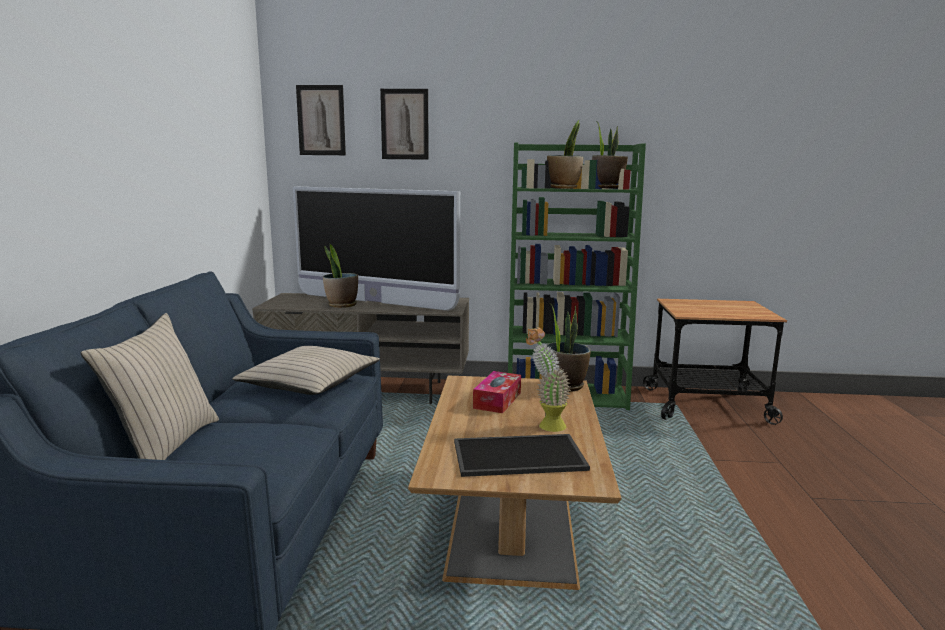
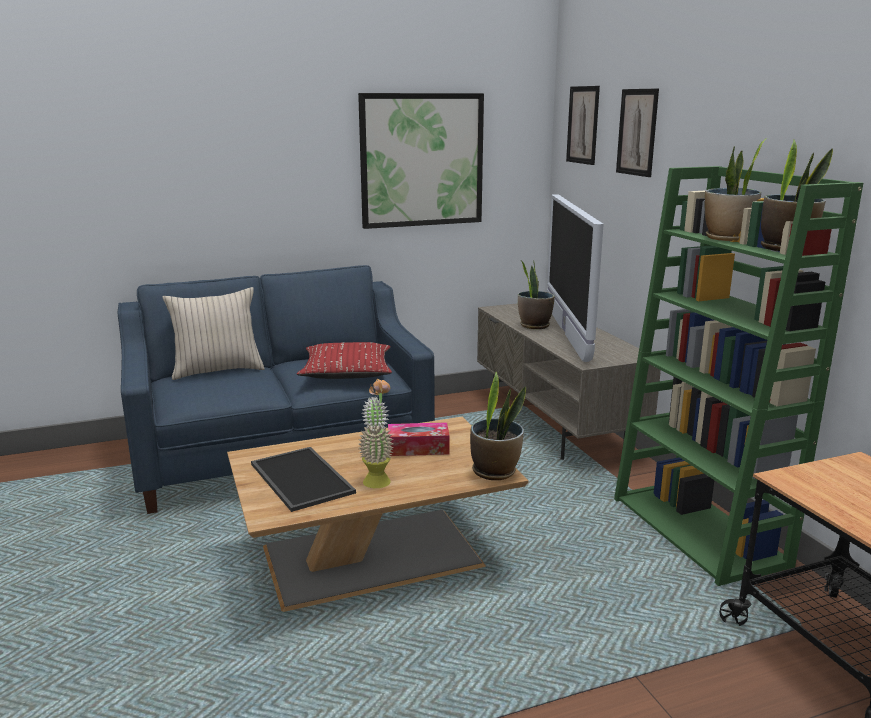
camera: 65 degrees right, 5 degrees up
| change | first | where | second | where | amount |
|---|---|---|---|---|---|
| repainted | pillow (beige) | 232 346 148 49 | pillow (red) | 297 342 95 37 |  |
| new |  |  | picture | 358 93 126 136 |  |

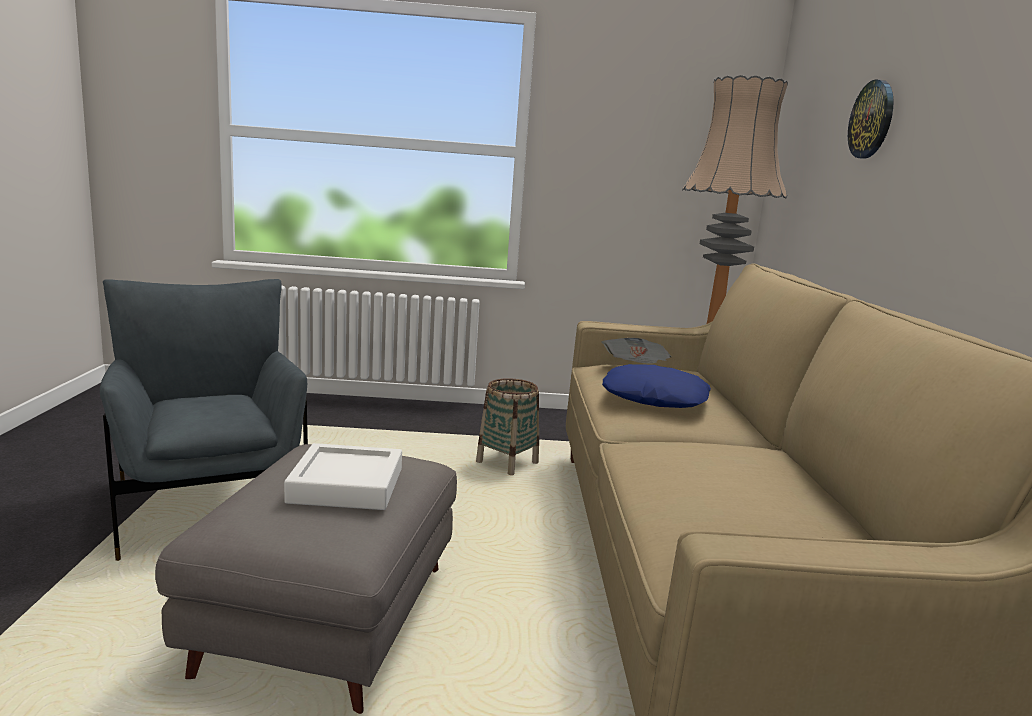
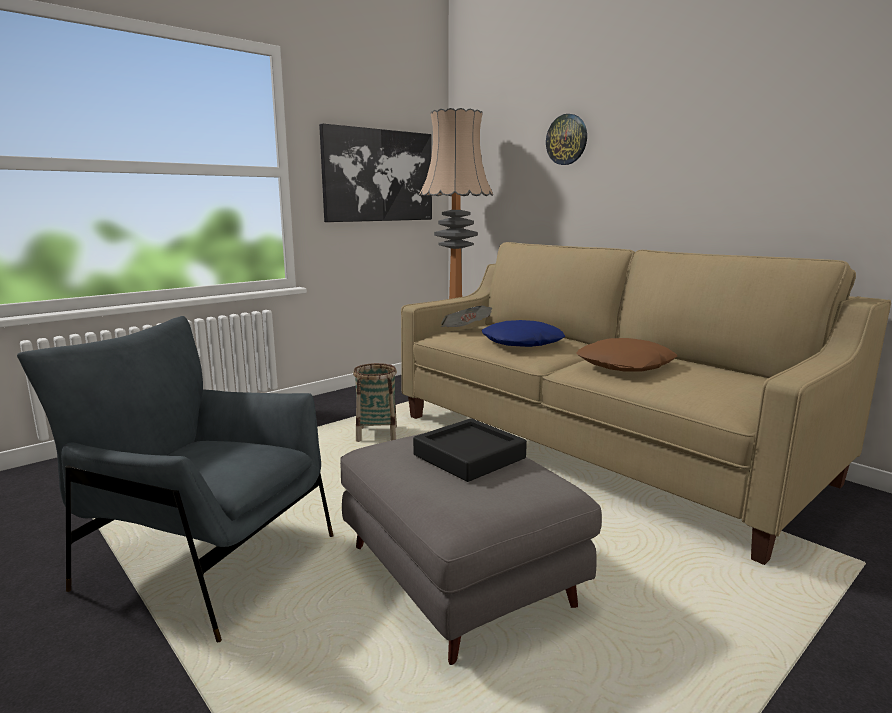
camera: 40 degrees left, 0 degrees up
| change | first | where | second | where | amount |
|---|---|---|---|---|---|
| repainted | tray (white) | 284 443 118 67 | tray (black) | 413 418 114 64 |  |
| new |  |  | picture | 319 123 113 99 |  |
| new |  |  | pillow (brown) | 577 338 100 34 |  |

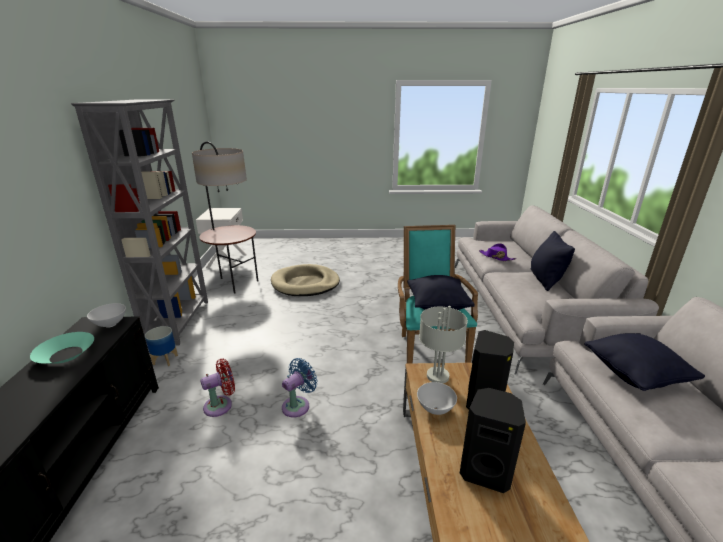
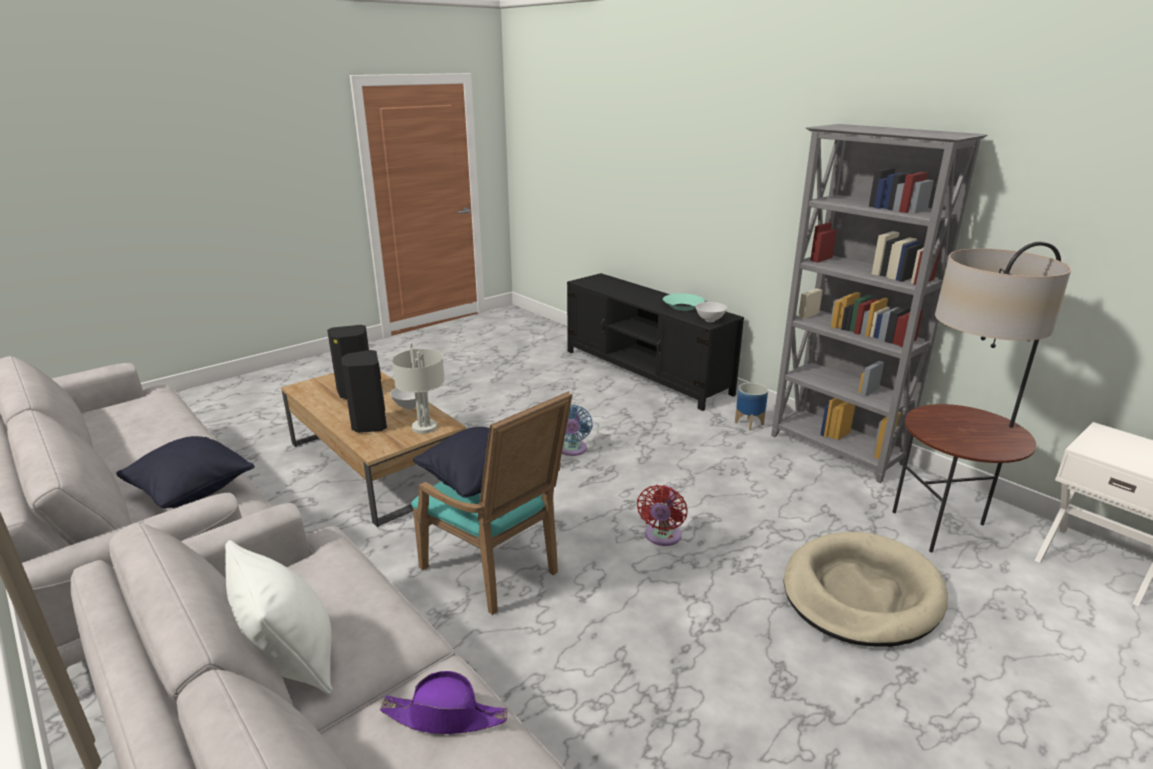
camera: 140 degrees right, 0 degrees up
| change | first | where | second | where | amount |
|---|---|---|---|---|---|
| repainted | pillow (black) | 531 231 44 60 | pillow (white) | 225 540 108 155 |  |
| shifted | fan (red) | 200 359 35 58 |  | 637 485 50 61 |  |

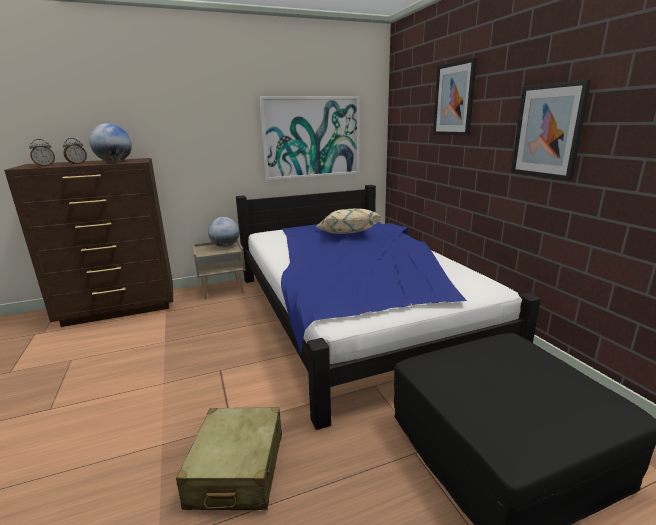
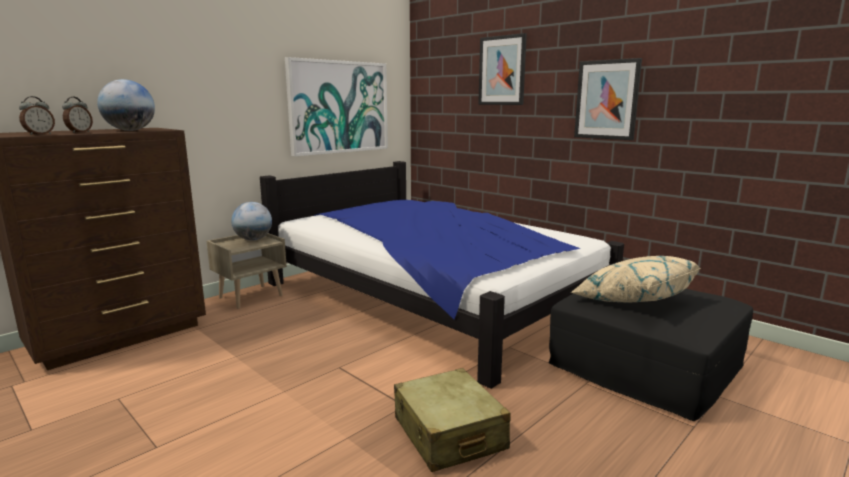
camera: 25 degrees left, 5 degrees down
| change | first | where | second | where | amount |
|---|---|---|---|---|---|
| shifted | pillow (beige) | 316 208 66 26 |  | 570 256 131 46 |  |

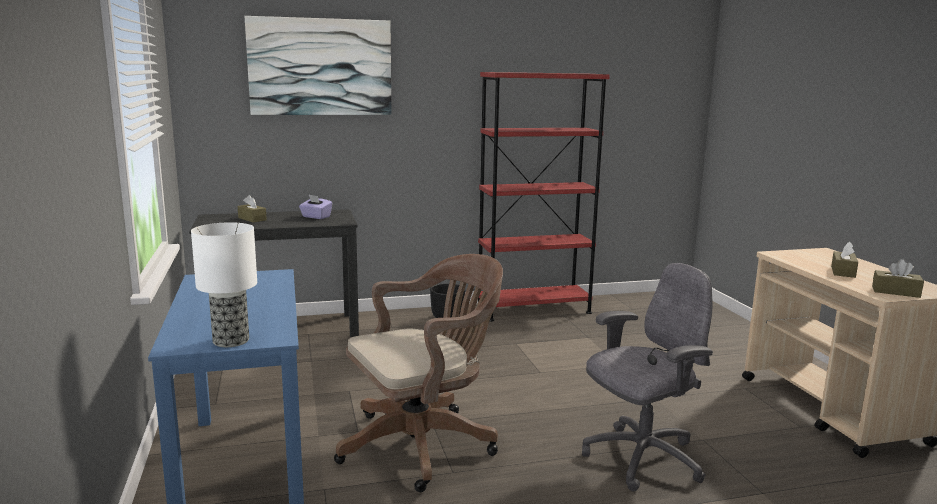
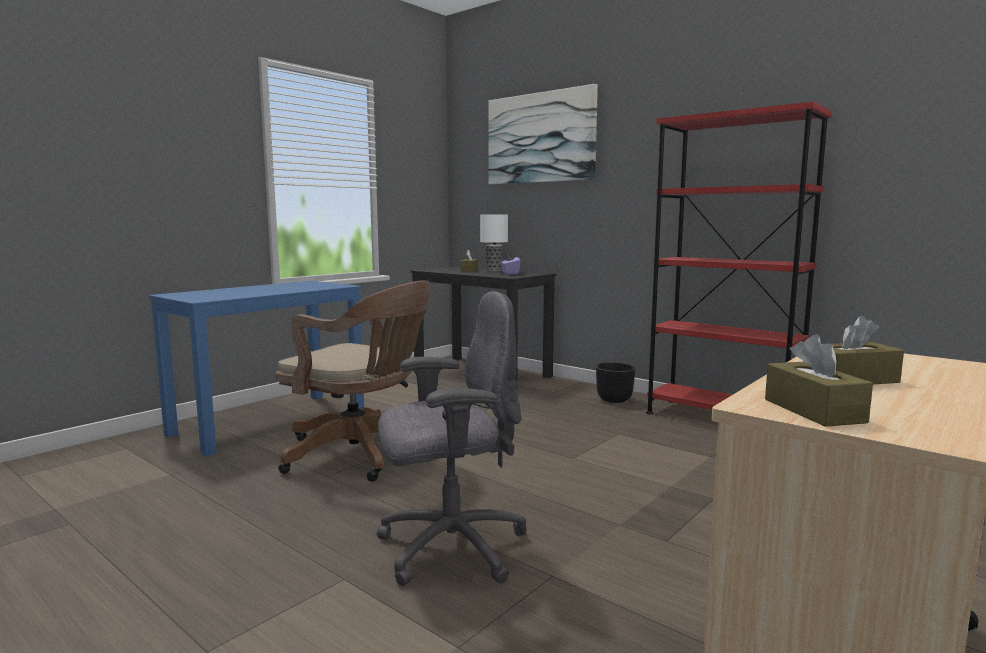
camera: 55 degrees right, 5 degrees down
| change | first | where | second | where | amount |
|---|---|---|---|---|---|
| shifted | table lamp | 191 222 66 125 |  | 480 215 28 56 |  |
| rotated | office chair (grey) | 582 263 131 228 |  | 376 291 150 295 | 45 degrees counterclockwise |

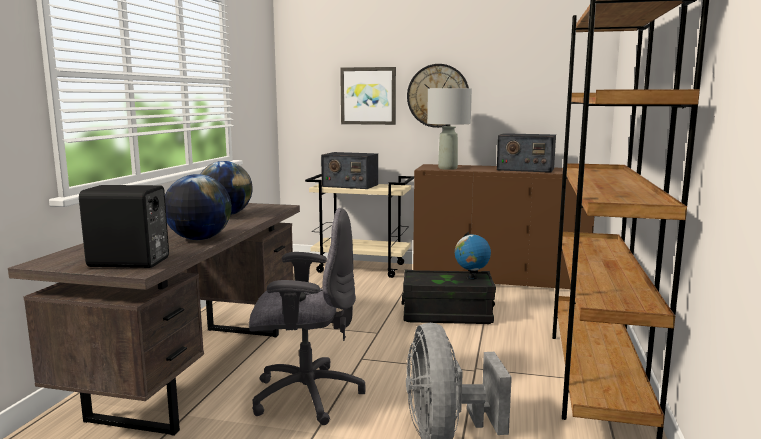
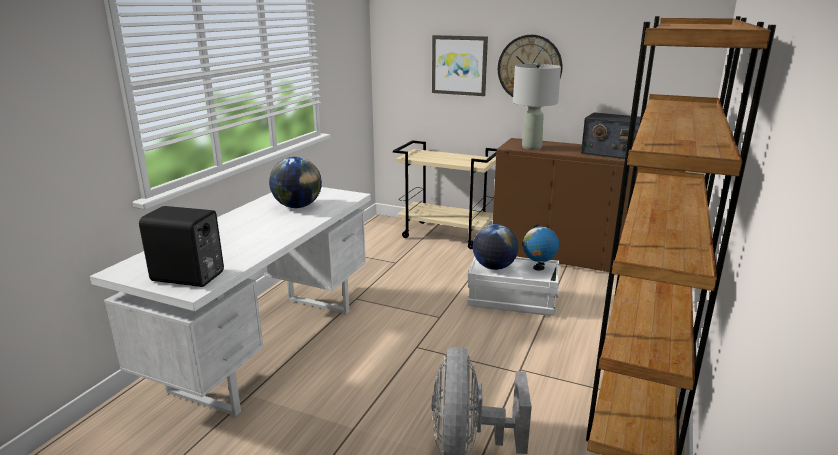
camera: 10 degrees right, 10 degrees up
| change | first | where | second | where | amount |
|---|---|---|---|---|---|
| gone | radio | 321 152 57 37 |  |  |  |
| shifted | globe | 165 174 67 66 |  | 473 224 46 46 |  |
| repainted | desk (brown) | 8 203 292 233 | desk (white) | 90 187 281 230 |  |
| gone | office chair (grey) | 249 208 117 217 |  |  |  |
| repainted | storage box (black) | 402 270 94 54 | storage box (white) | 467 256 92 60 |  |

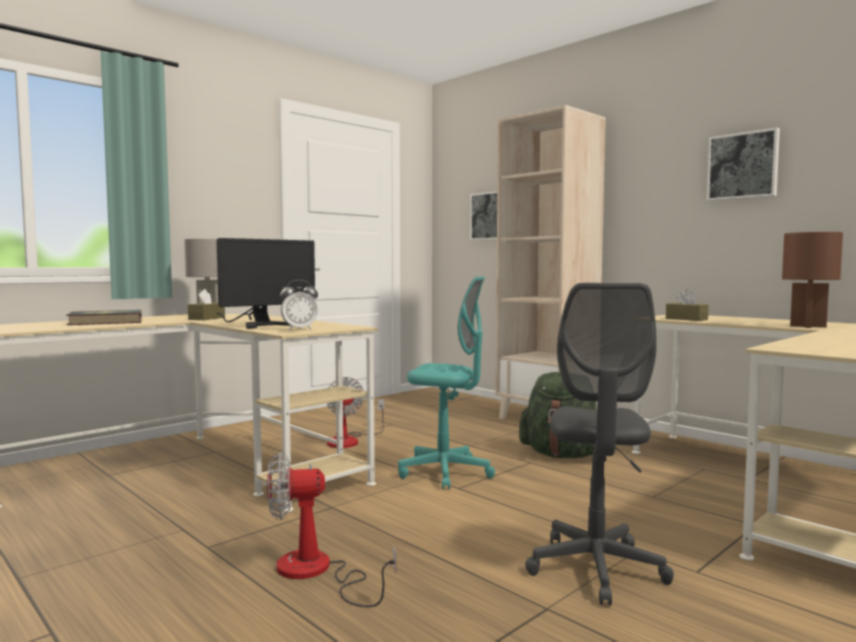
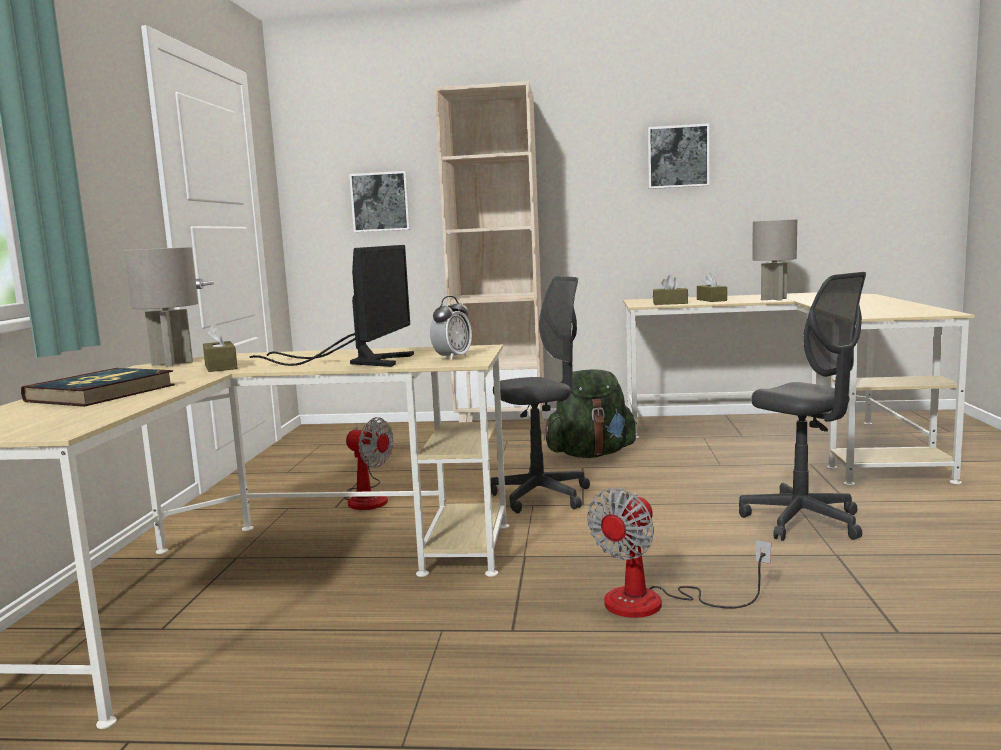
camera: 40 degrees left, 5 degrees up
| change | first | where | second | where | amount |
|---|---|---|---|---|---|
| repainted | table lamp (brown) | 782 232 61 96 | table lamp (grey) | 752 219 45 82 |  |
| repainted | office chair (turquoise) | 398 276 97 213 | office chair (grey) | 490 276 100 237 |  |
| new |  |  | tissue box (brown) | 697 272 30 30 |  |

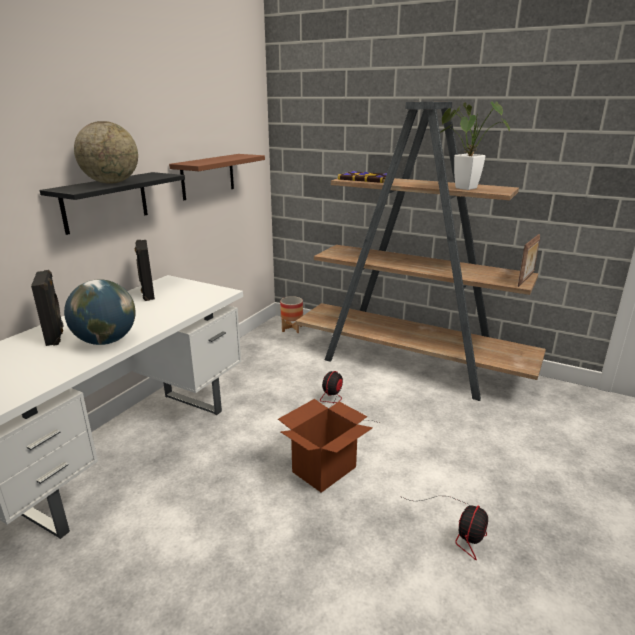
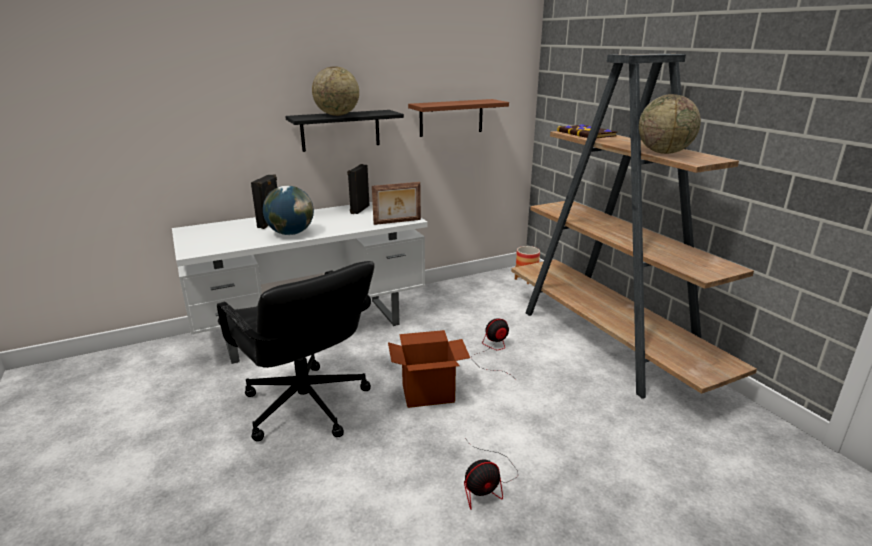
camera: 35 degrees right, 0 degrees up
| change | first | where | second | where | amount |
|---|---|---|---|---|---|
| swapped | potted plant | 440 101 70 89 | globe | 639 94 62 60 |  |
| shifted | picture frame | 517 234 23 53 |  | 372 182 49 43 |  |
| new |  |  | office chair (black) | 217 261 157 181 |  |

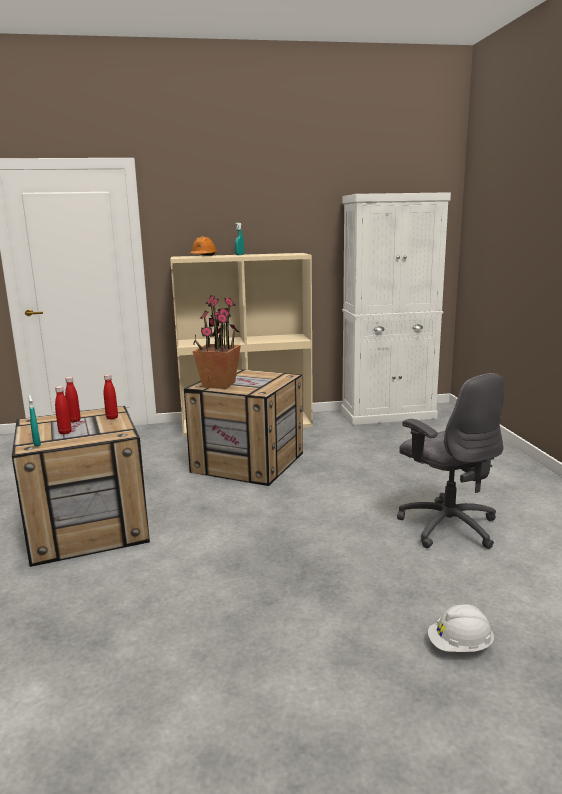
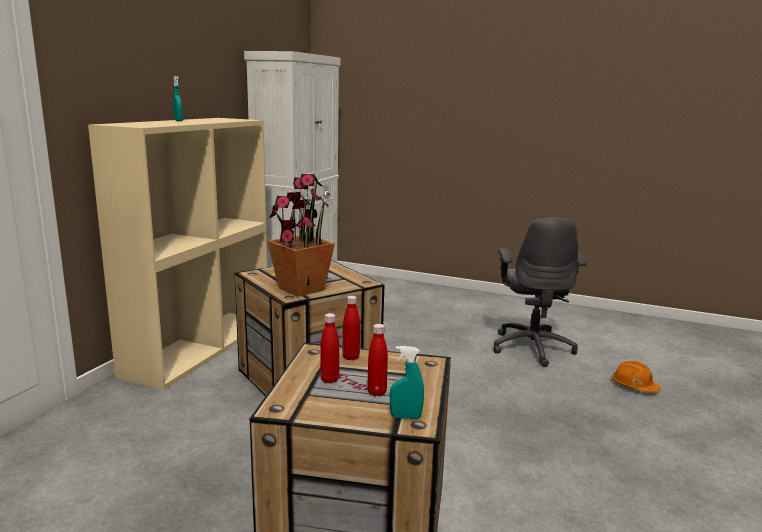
camera: 60 degrees left, 0 degrees up
| change | first | where | second | where | amount |
|---|---|---|---|---|---|
| shifted | hard hat (orange) | 190 236 27 20 |  | 612 361 48 32 |  |
| rotated | office chair (grey) | 397 373 107 176 |  | 493 218 94 149 | 90 degrees clockwise |
| gone | hard hat (white) | 428 604 66 48 |  |  |  |

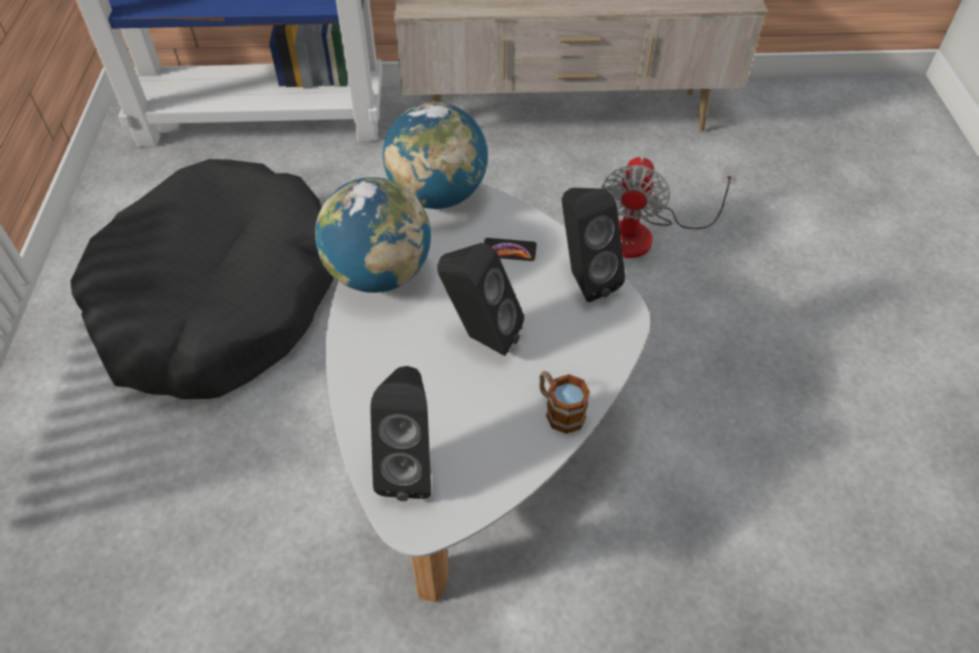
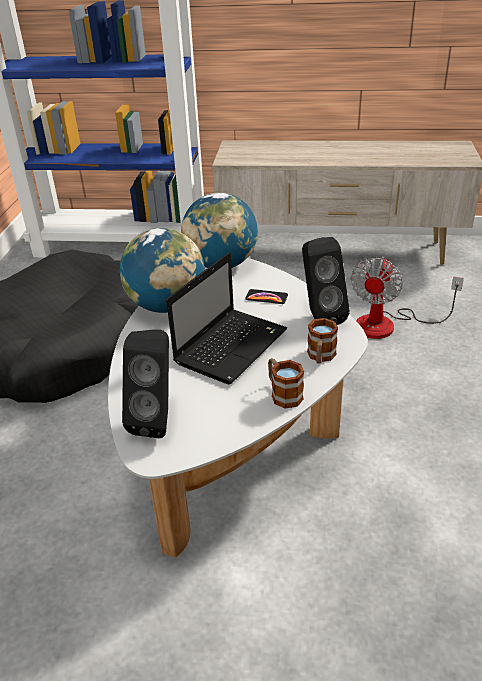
camera: 10 degrees right, 15 degrees down
| change | first | where | second | where | amount |
|---|---|---|---|---|---|
| swapped | speaker (black) | 437 243 87 113 | laptop | 166 253 121 131 |  |
| new |  |  | mug | 307 318 31 46 |  |

